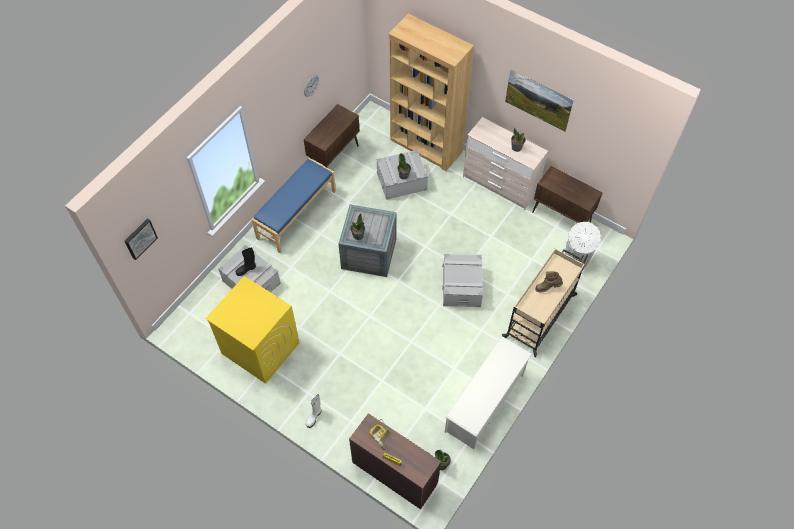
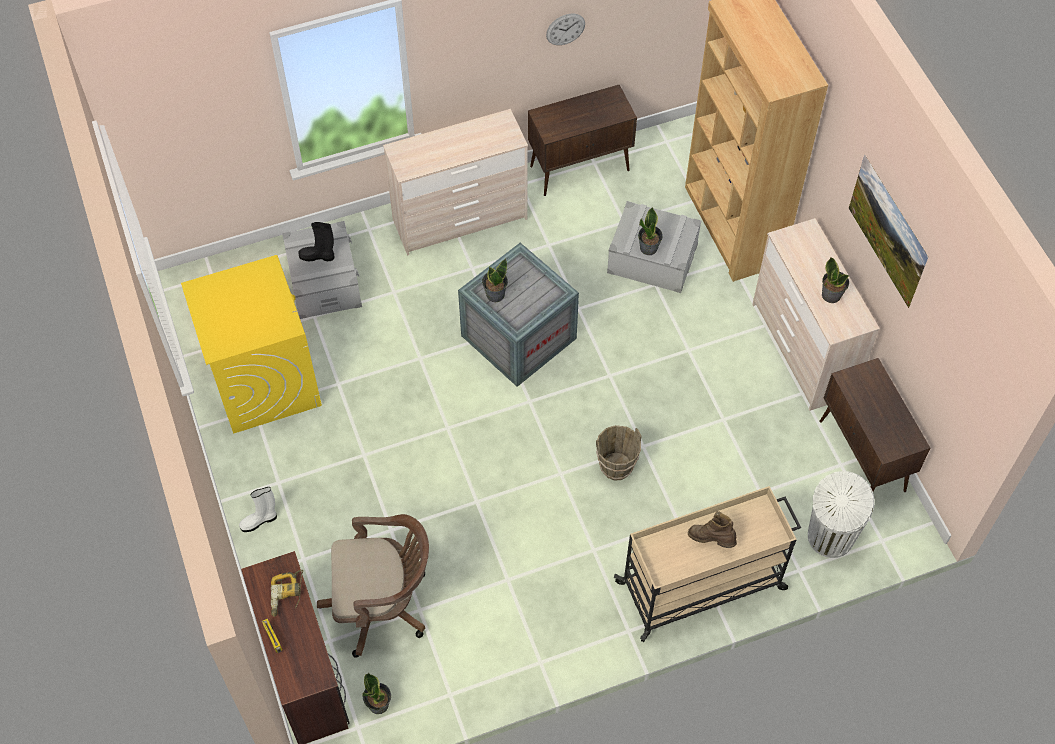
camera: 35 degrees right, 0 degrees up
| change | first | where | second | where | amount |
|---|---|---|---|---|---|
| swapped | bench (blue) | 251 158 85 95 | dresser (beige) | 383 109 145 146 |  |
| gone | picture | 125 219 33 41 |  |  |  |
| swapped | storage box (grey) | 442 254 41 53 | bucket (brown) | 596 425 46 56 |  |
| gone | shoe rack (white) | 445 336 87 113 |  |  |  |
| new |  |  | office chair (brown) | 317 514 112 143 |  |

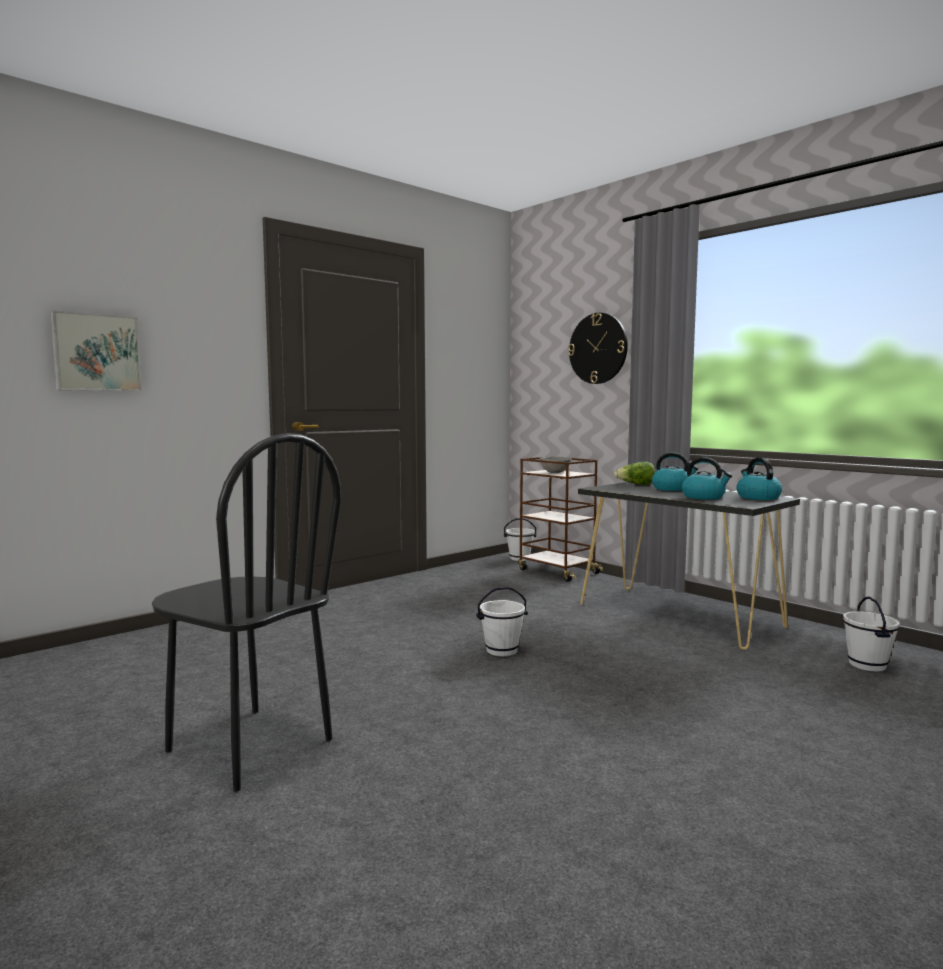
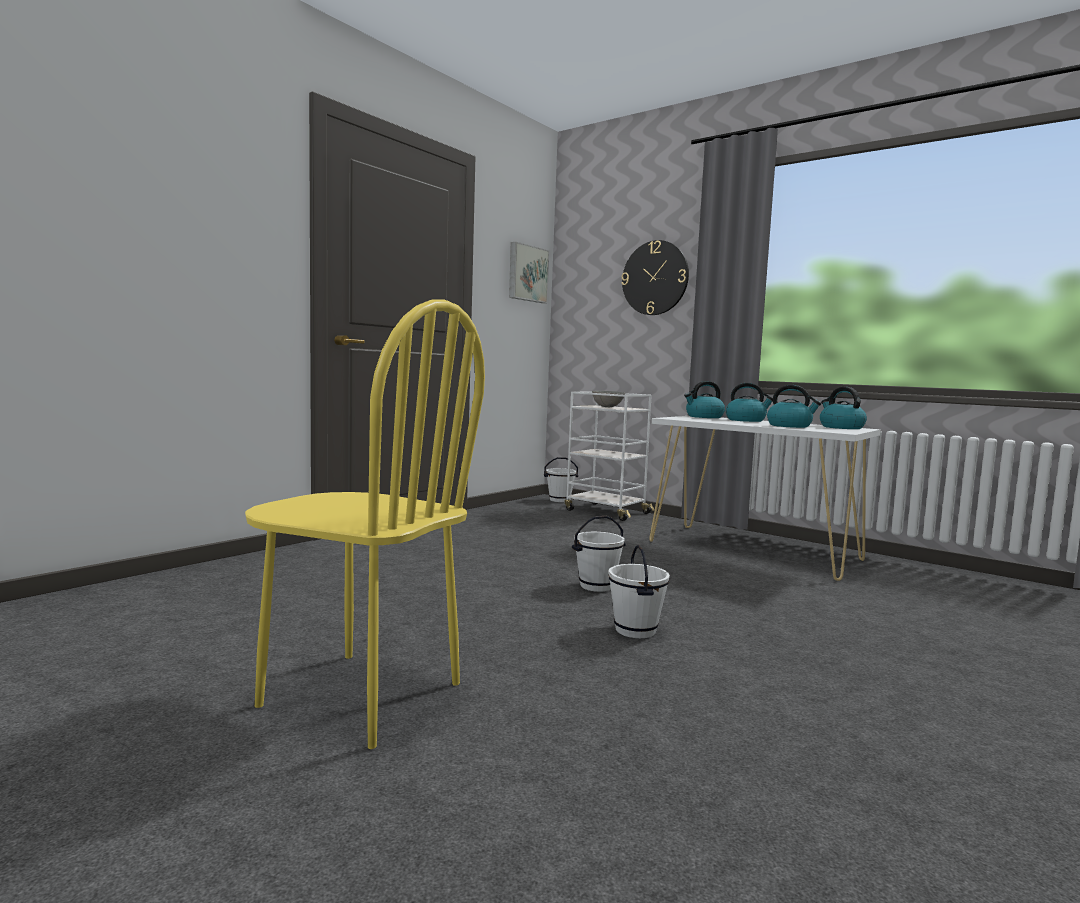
camera: 10 degrees left, 0 degrees up
| change | first | where | second | where | amount |
|---|---|---|---|---|---|
| shifted | picture | 50 310 92 81 |  | 509 242 40 61 |  |
| repainted | chair (black) | 152 433 189 359 | chair (yellow) | 245 300 240 449 |  |
| repainted | cart (brown) | 518 456 85 126 | cart (white) | 565 392 89 129 |  |
| swapped | lettuce | 614 462 41 23 | kettle | 684 381 41 37 |  |
| repainted | console table (black) | 578 482 222 168 | console table (white) | 649 416 232 165 |  |
| shifted | bucket (white) | 843 596 57 75 |  | 608 545 62 93 |  |

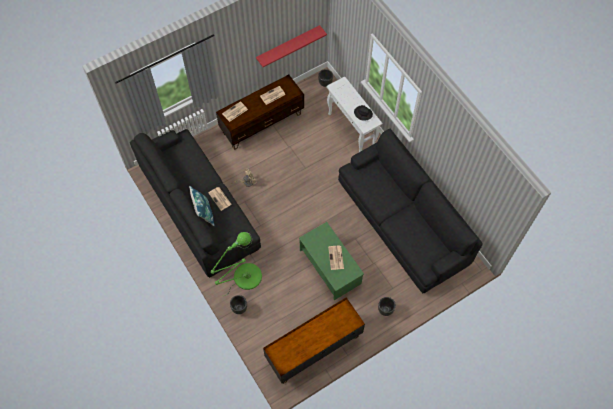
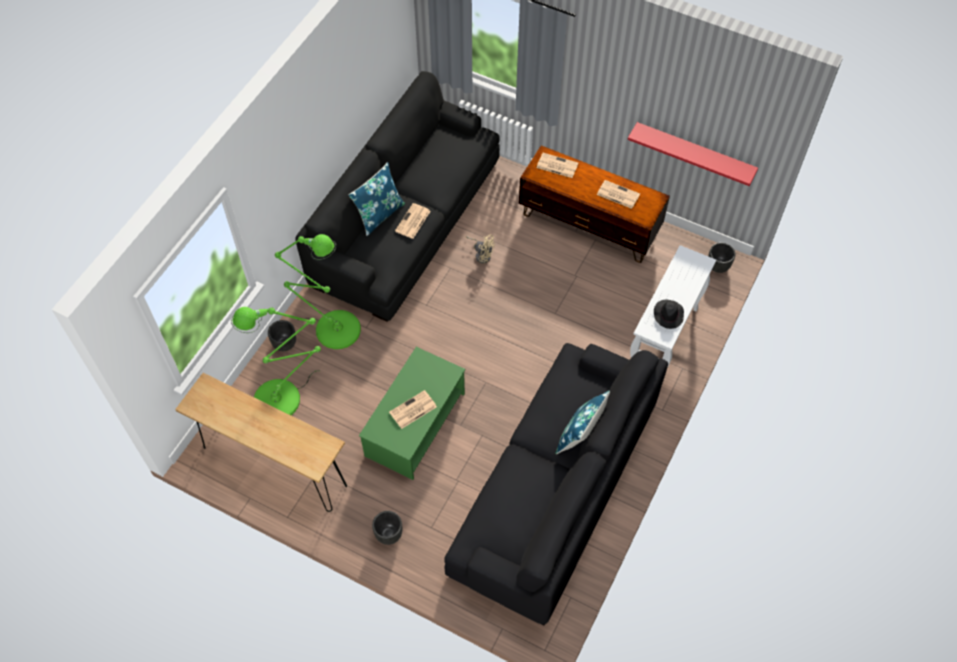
camera: 60 degrees right, 5 degrees down
| change | first | where | second | where | amount |
|---|---|---|---|---|---|
| swapped | tv stand (brown) | 263 297 102 87 | console table (brown) | 175 373 172 139 |  |
| new |  |  | floor lamp (green) | 231 307 90 108 |  |
| new |  |  | pillow (blue) | 556 391 54 63 |  |

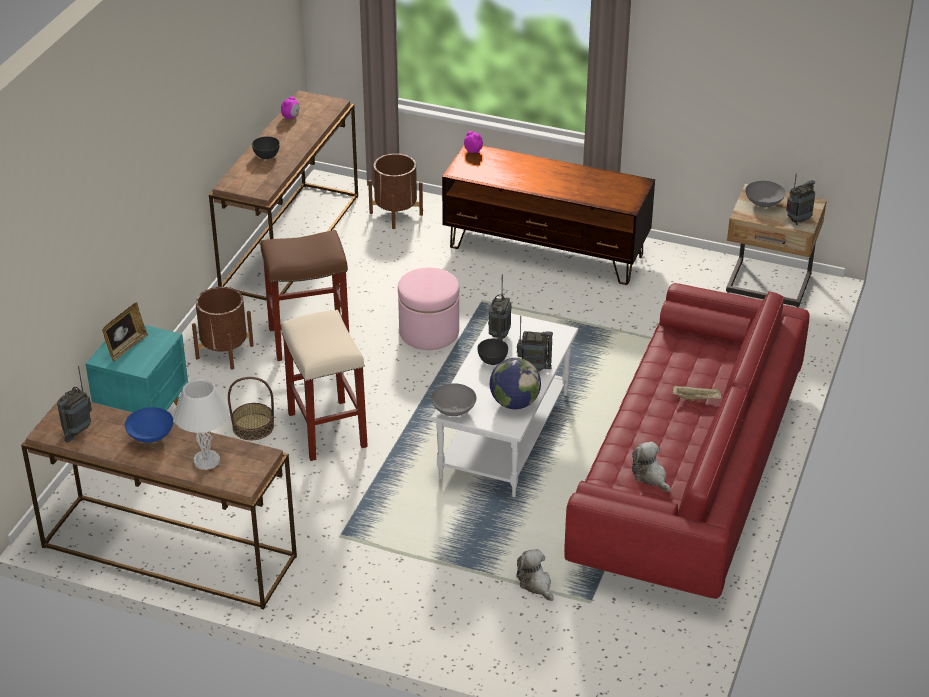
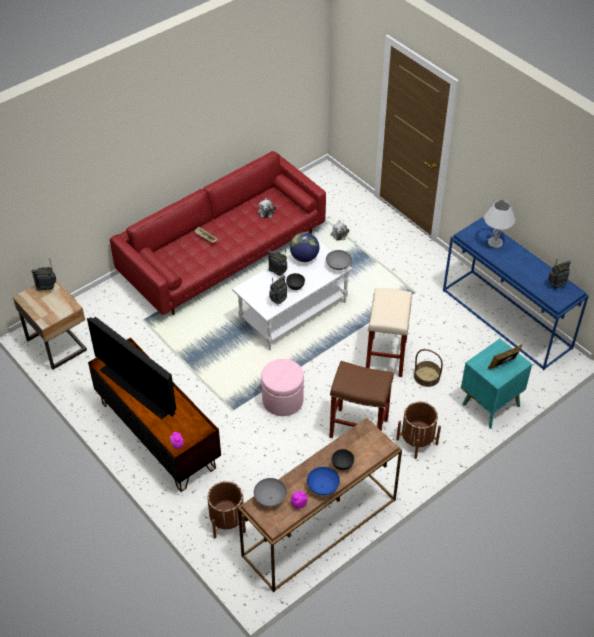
camera: 150 degrees left, 10 degrees up
| change | first | where | second | where | amount |
|---|---|---|---|---|---|
| shifted | bowl (grey) | 745 181 40 26 |  | 254 478 33 29 |  |
| repainted | console table (brown) | 21 395 276 215 | console table (blue) | 443 218 146 152 |  |
| shifted | bowl (blue) | 125 407 49 36 |  | 307 467 33 28 |  |
| new |  |  | television | 87 317 89 102 |  |

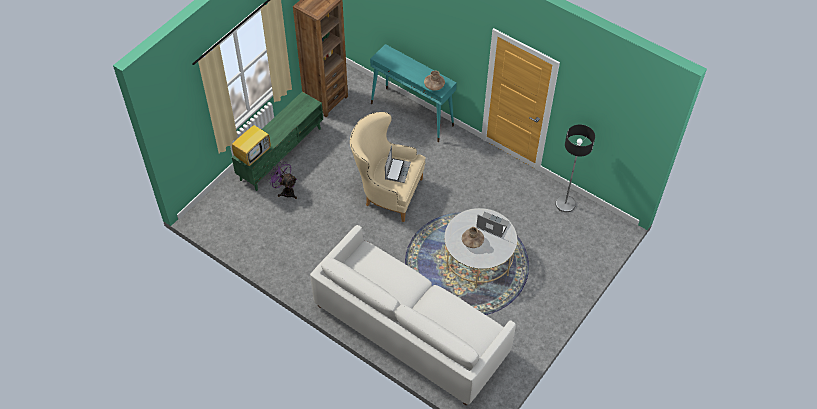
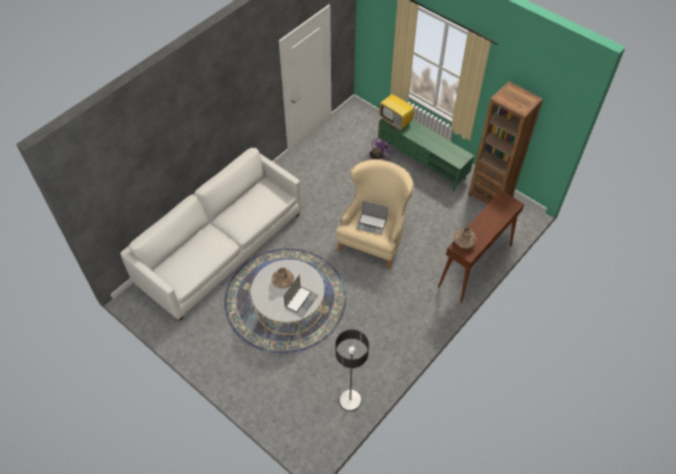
camera: 95 degrees right, 0 degrees up
| change | first | where | second | where | amount |
|---|---|---|---|---|---|
| repainted | console table (turquoise) | 370 44 87 98 | console table (brown) | 438 190 86 113 |  |

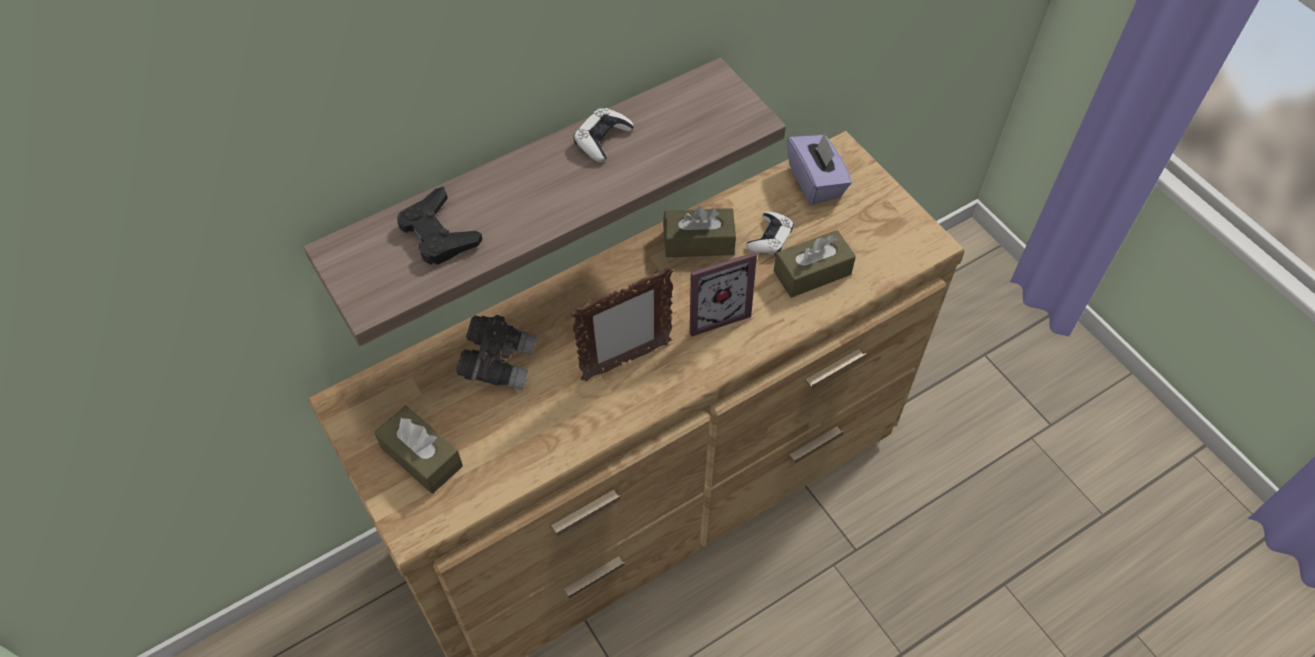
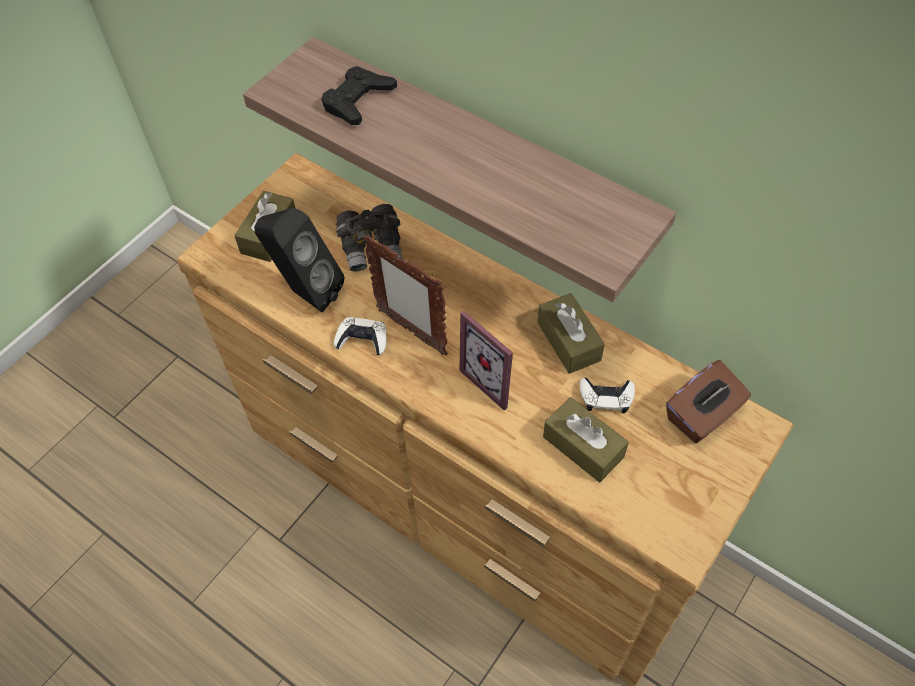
camera: 70 degrees right, 0 degrees up
| change | first | where | second | where | amount |
|---|---|---|---|---|---|
| shifted | game controller (white) | 573 108 60 54 |  | 334 317 53 38 |  |
| repainted | tissue box (purple) | 787 133 65 71 | tissue box (brown) | 666 360 85 83 |  |
| new |  |  | speaker (black) | 254 208 90 104 |  |

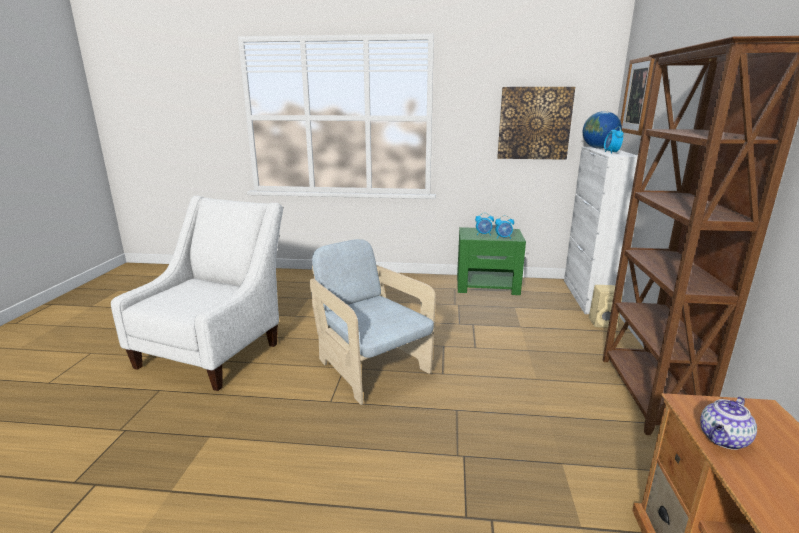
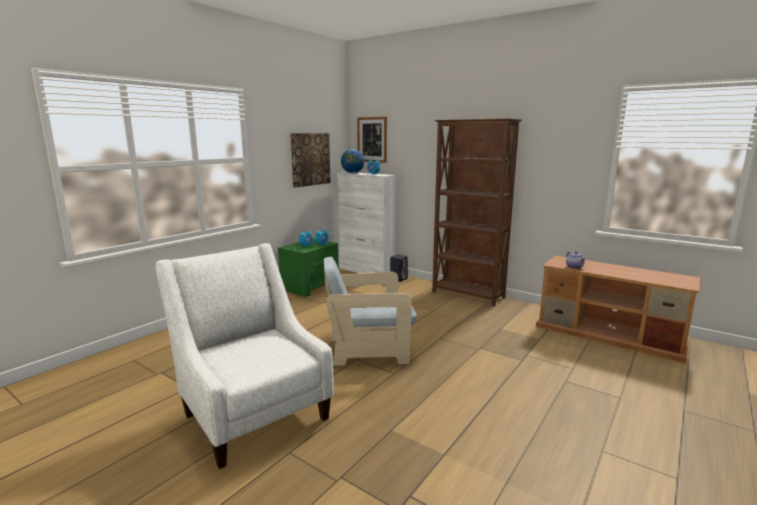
camera: 60 degrees left, 5 degrees down
| change | first | where | second | where | amount |
|---|---|---|---|---|---|
| repainted | speaker (beige) | 589 285 33 43 | speaker (black) | 390 254 18 28 |  |

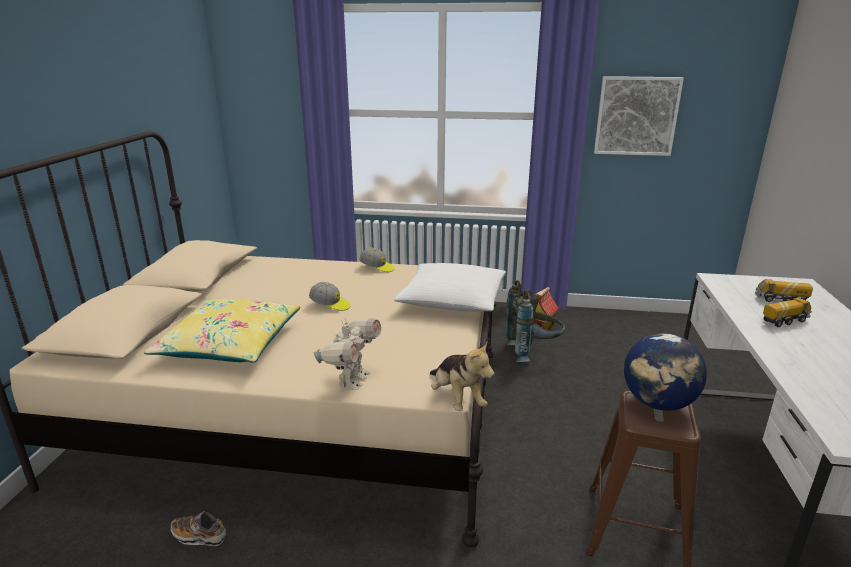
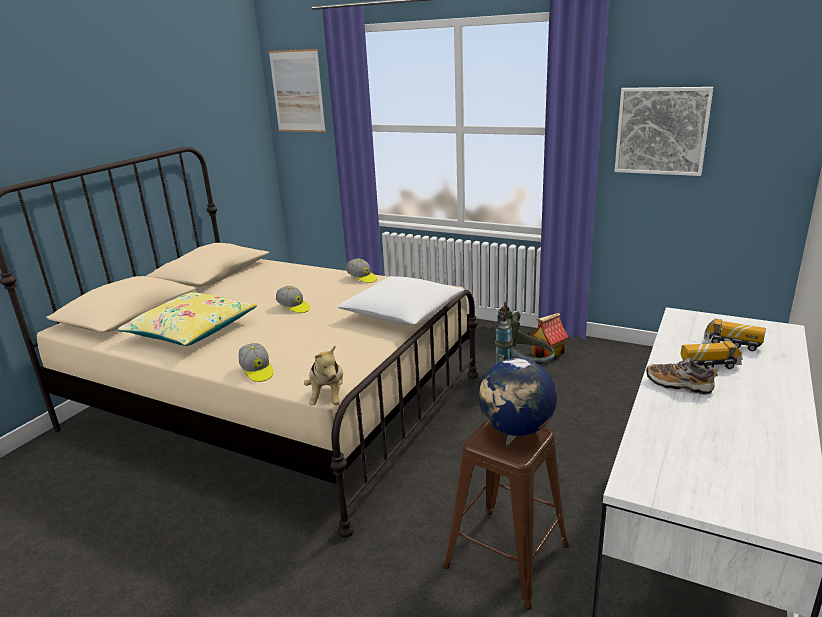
camera: 20 degrees right, 0 degrees up
| change | first | where | second | where | amount |
|---|---|---|---|---|---|
| swapped | toy robot | 314 317 67 73 | cap | 239 343 35 39 |  |
| shifted | shoe | 170 511 56 35 |  | 646 358 72 37 |  |
| new |  |  | picture | 268 49 58 83 |  |

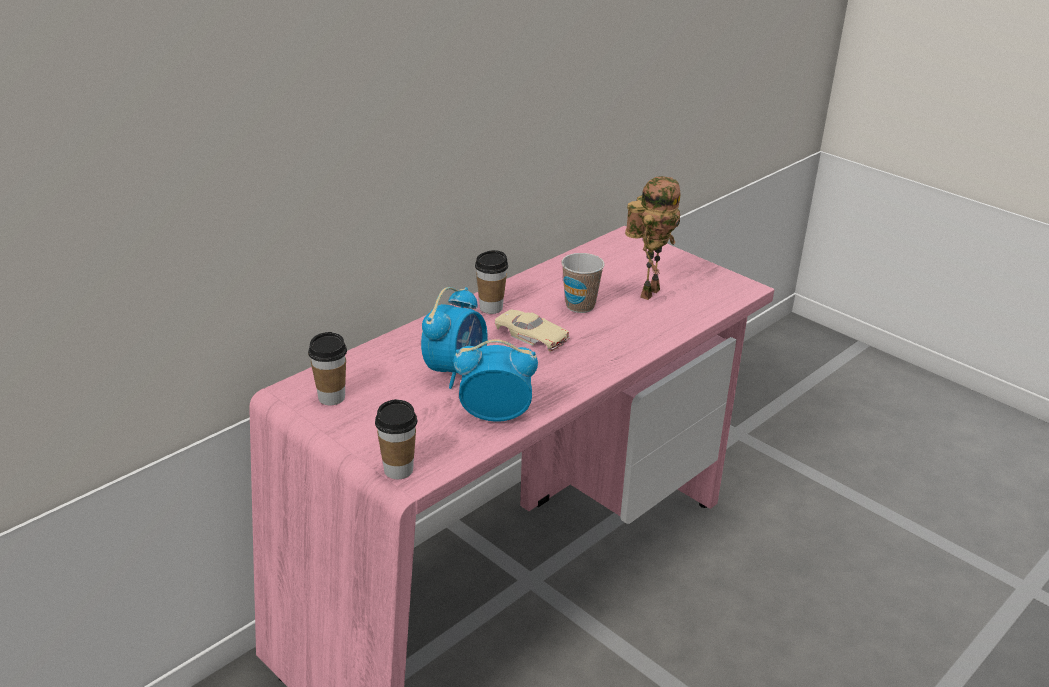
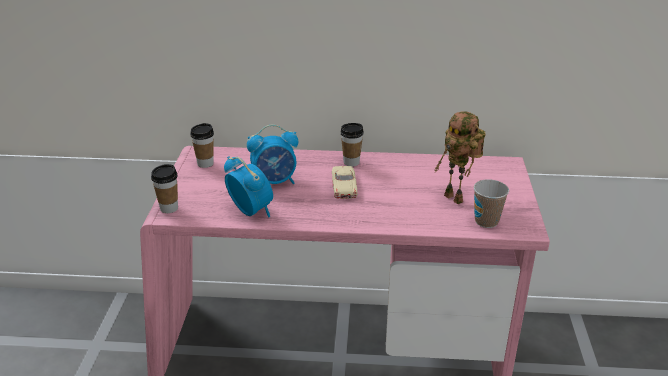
camera: 50 degrees right, 0 degrees up
| change | first | where | second | where | amount |
|---|---|---|---|---|---|
| rotated | toy robot | 625 176 56 124 |  | 434 111 52 93 | 60 degrees clockwise |
| shifted | cup | 561 253 44 60 |  | 474 179 35 49 |  |

